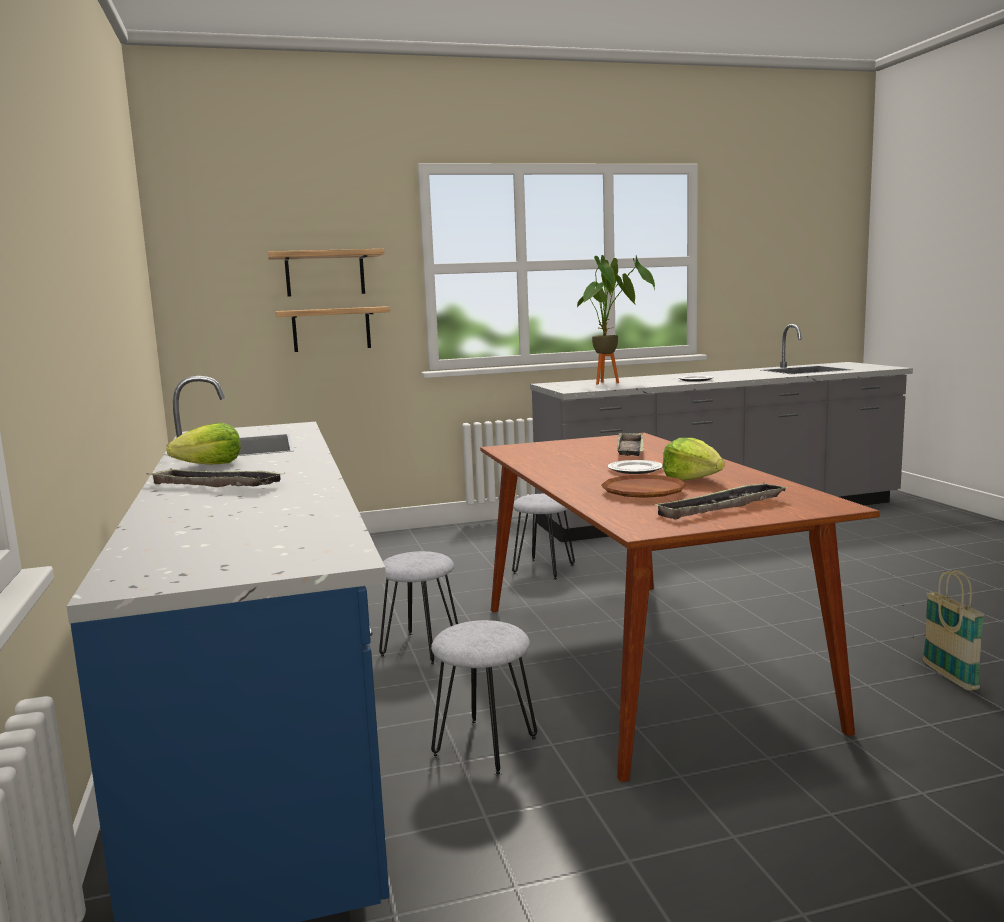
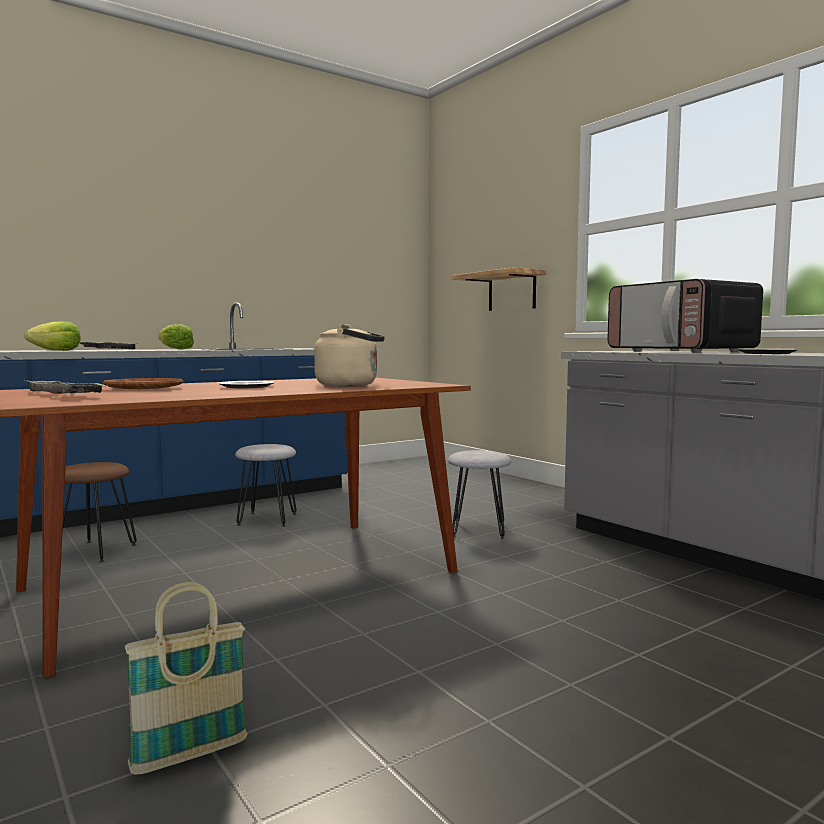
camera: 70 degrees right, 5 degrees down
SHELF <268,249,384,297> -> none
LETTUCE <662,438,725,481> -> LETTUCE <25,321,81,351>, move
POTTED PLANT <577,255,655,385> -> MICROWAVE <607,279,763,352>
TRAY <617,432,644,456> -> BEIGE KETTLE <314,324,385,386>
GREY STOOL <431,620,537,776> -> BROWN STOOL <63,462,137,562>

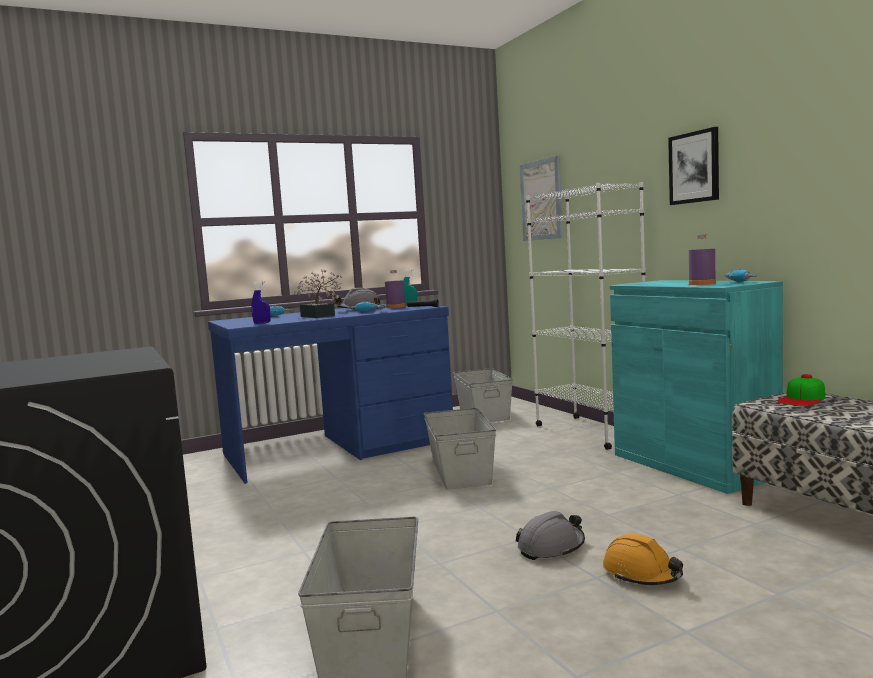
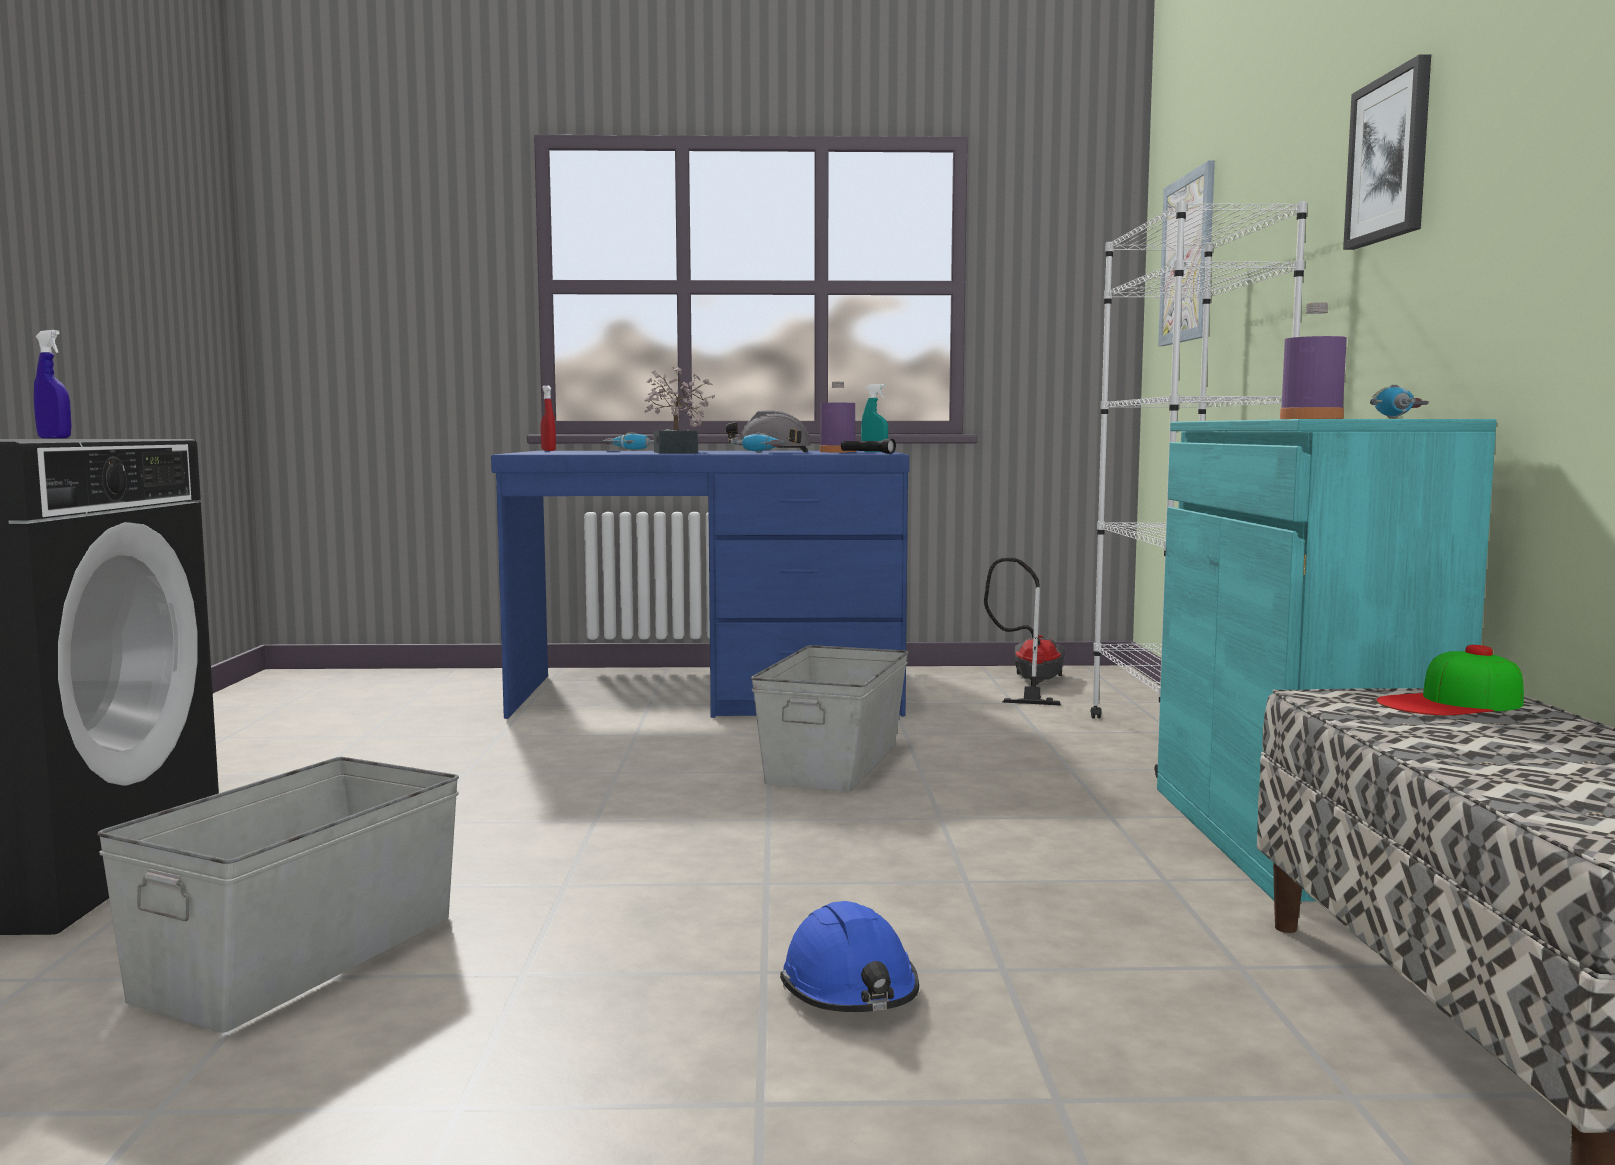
camera: 25 degrees right, 0 degrees up
GREY HARD HAT <516,511,585,560> -> none
none -> RED SPRAY BOTTLE <541,386,556,451>
BLUE SPRAY BOTTLE <251,281,271,324> -> BLUE SPRAY BOTTLE <34,330,72,439>, move
GREY STORAGE BOX <453,368,513,422> -> VACUUM CLEANER <984,557,1065,706>
ORANGE HARD HAT <603,534,683,585> -> BLUE HARD HAT <780,901,919,1012>

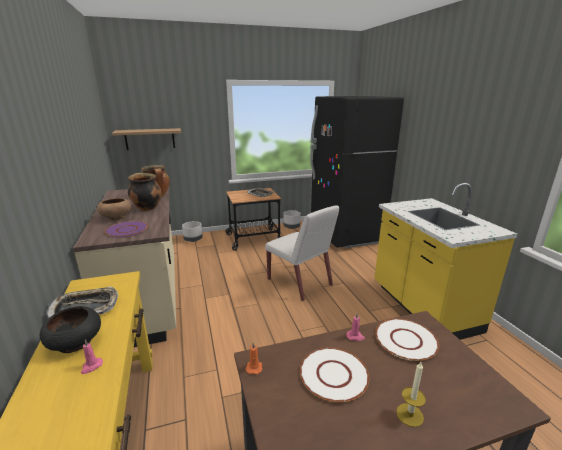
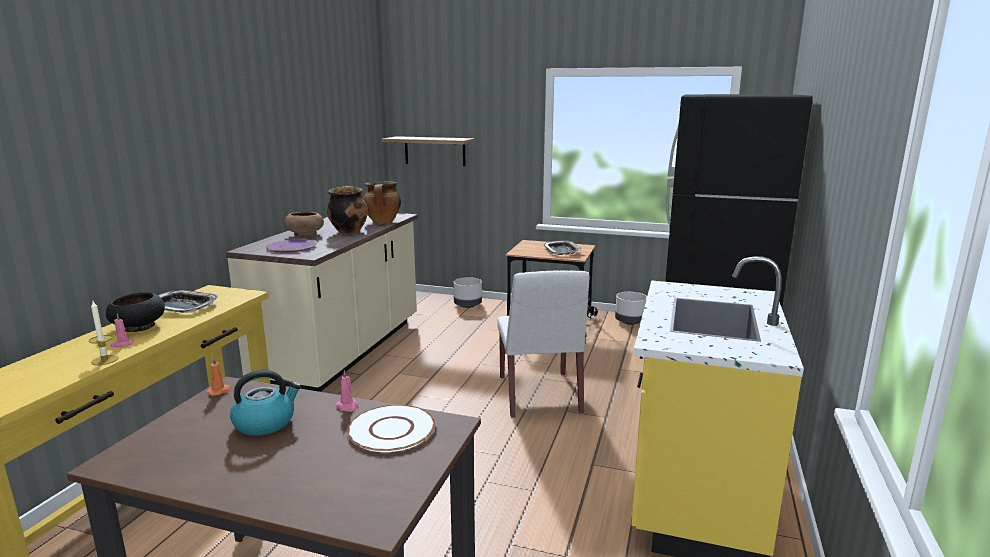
camera: 35 degrees right, 5 degrees down
CANDLE <396,362,426,427> -> CANDLE <89,301,119,365>, move
WHITE PLATE <300,348,369,402> -> KETTLE <230,370,301,436>

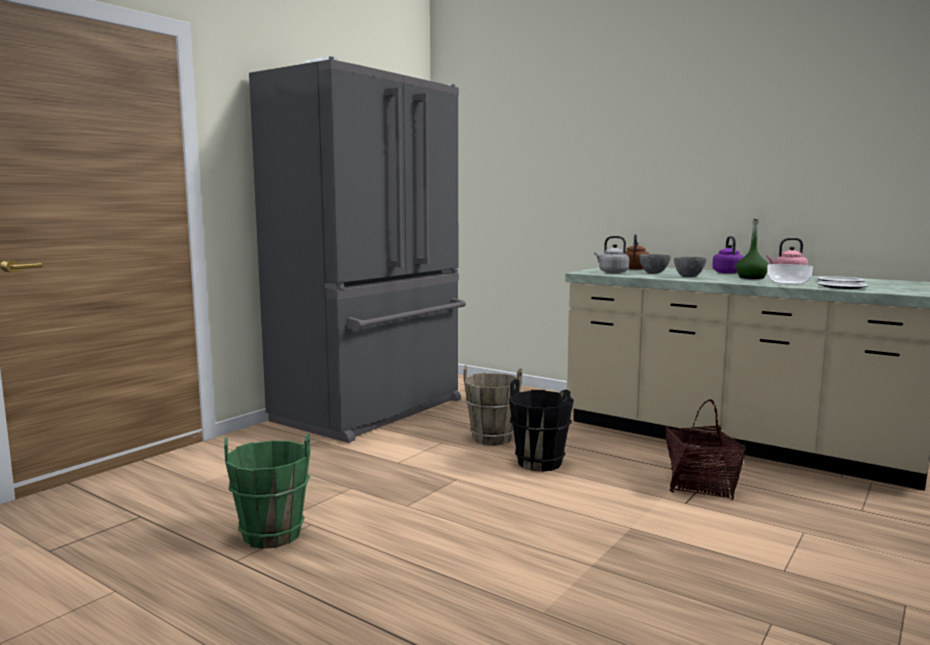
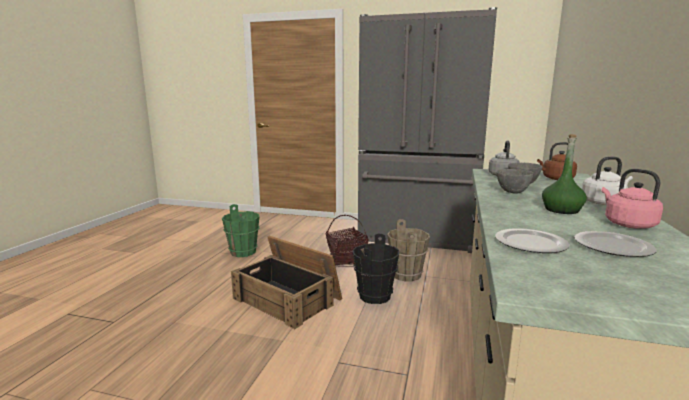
camera: 70 degrees right, 5 degrees up
BOWL <767,264,813,285> -> none
none -> CRATE <231,236,342,329>
BASKET <665,399,746,500> -> BASKET <326,215,369,267>, move
PURPLE KETTLE <712,236,744,274> -> WHITE KETTLE <582,157,633,205>

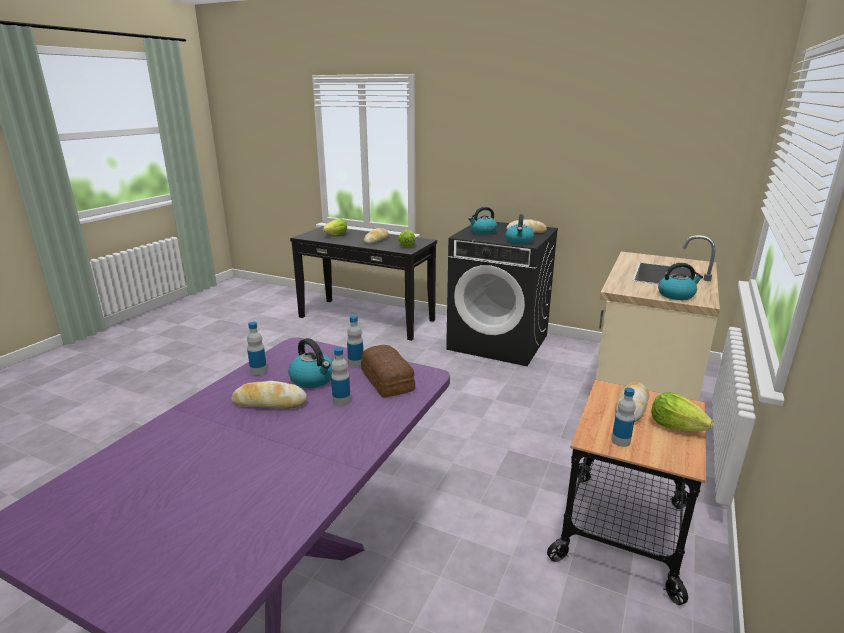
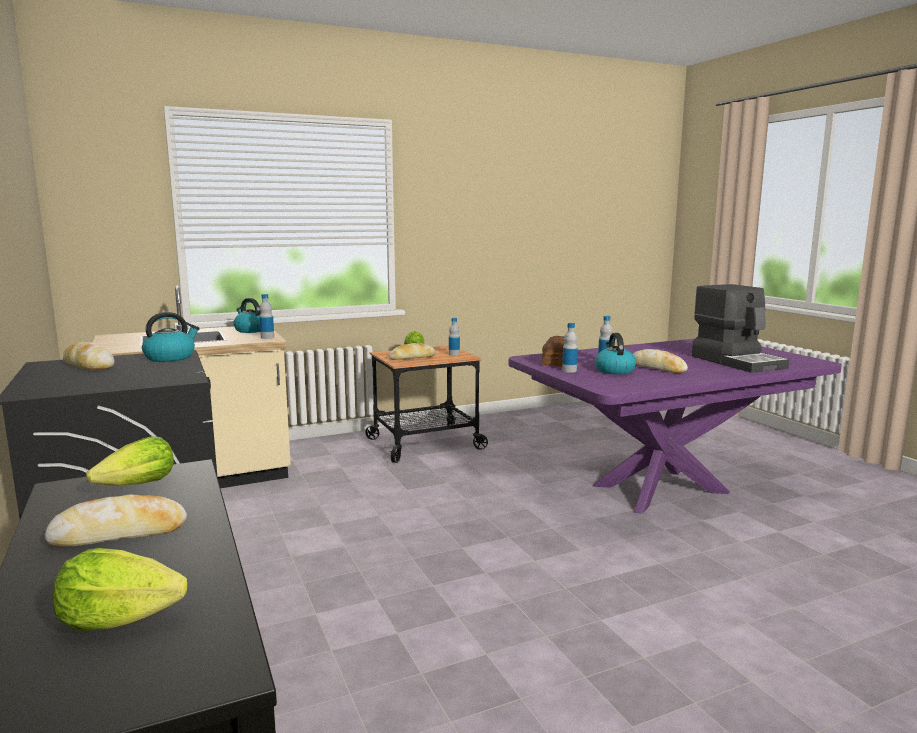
camera: 140 degrees left, 10 degrees down
KETTLE <468,207,497,235> -> none
none -> COFFEE MACHINE <692,284,789,373>
BOTTLE <247,321,267,376> -> BOTTLE <259,294,274,339>, move

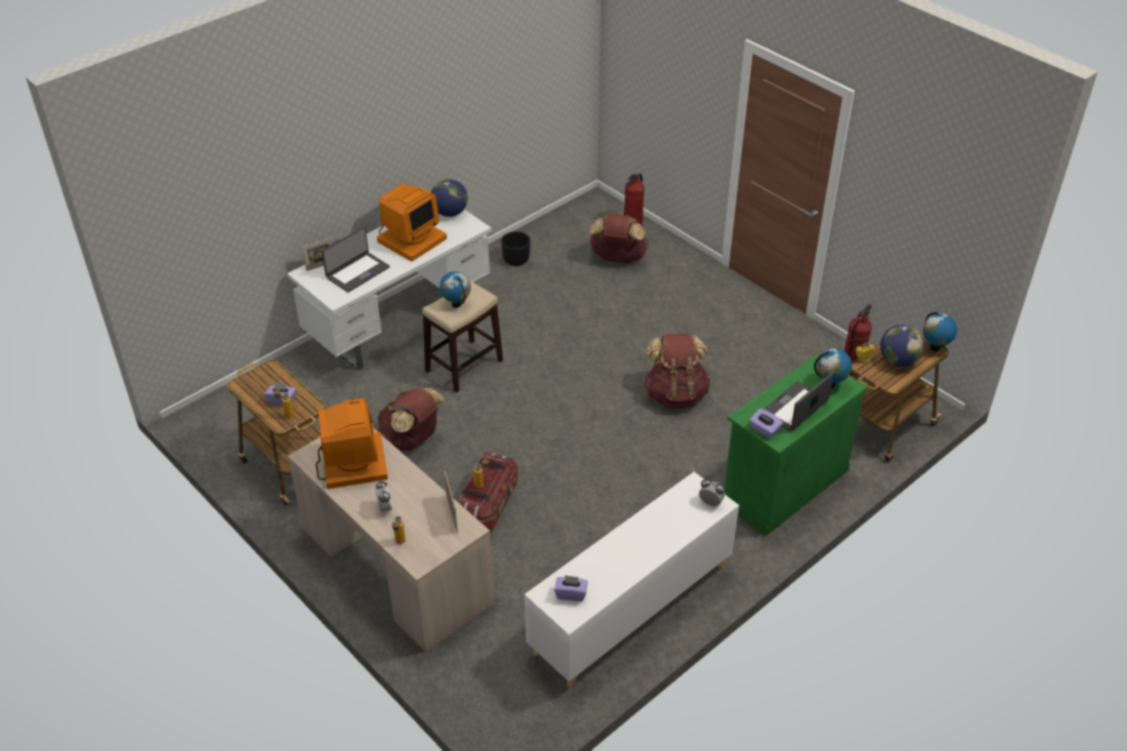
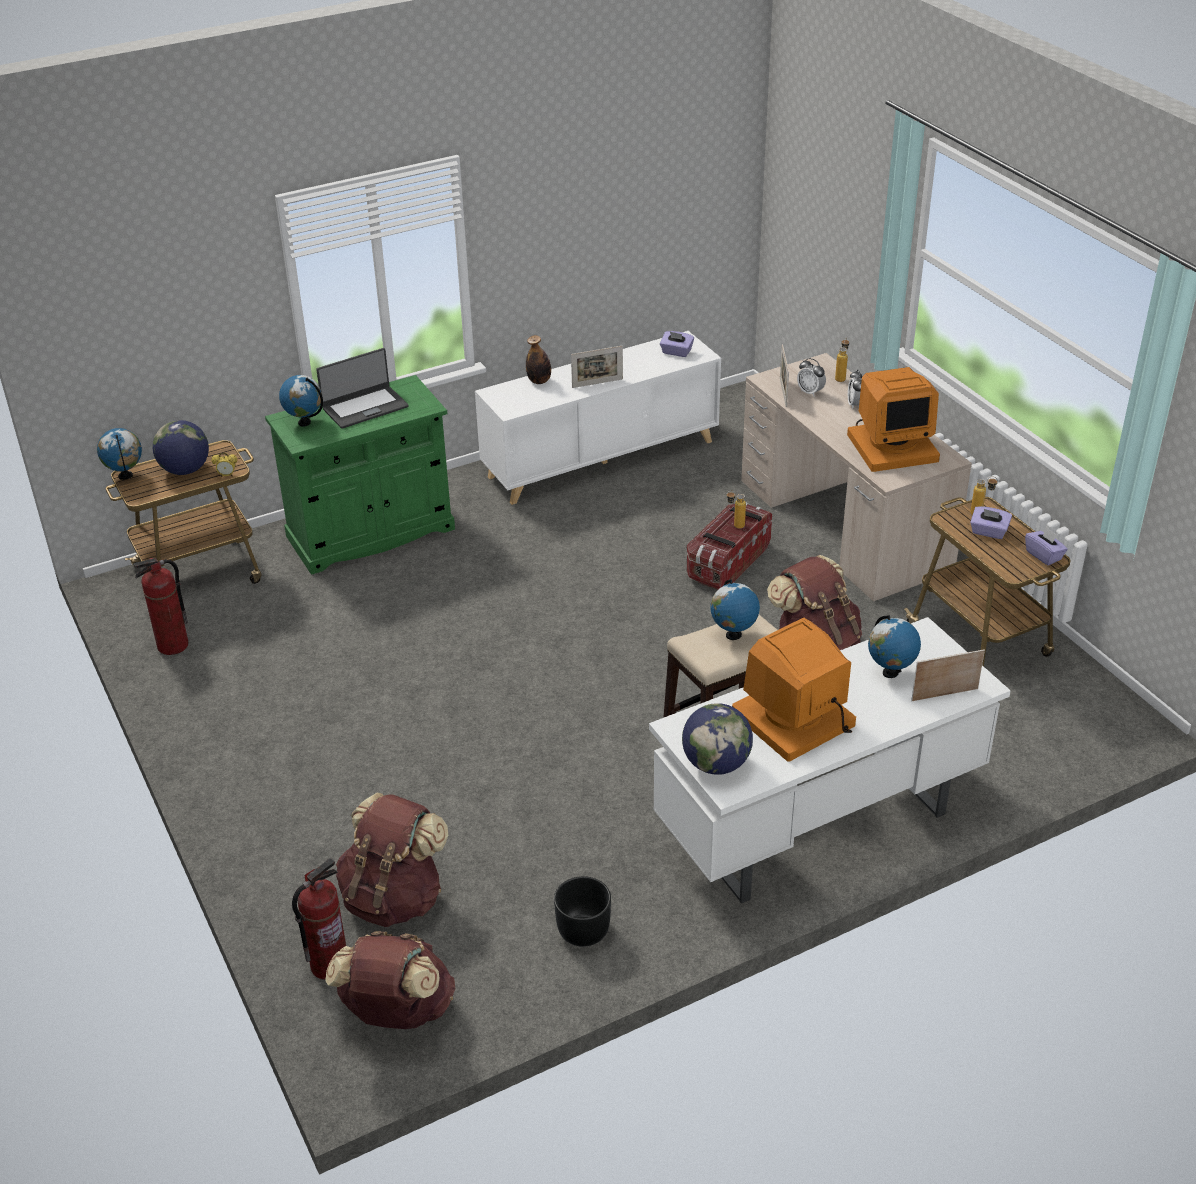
camera: 165 degrees left, 5 degrees down
none -> BOTTLE <526,335,551,384>
none -> PICTURE FRAME <571,346,623,388>
BROWN BACKPACK <644,334,711,409> -> BROWN BACKPACK <325,931,455,1029>, move
ALARM CLOCK <699,478,725,506> -> ALARM CLOCK <797,358,826,396>, move
PURPLE TISSUE BOX <750,408,783,439> -> PURPLE TISSUE BOX <1025,527,1068,566>, move
LAPTOP <322,226,390,292> -> GLOBE <868,615,921,678>
MONITOR <316,398,388,489> -> MONITOR <847,367,940,472>, 105 degrees counterclockwise

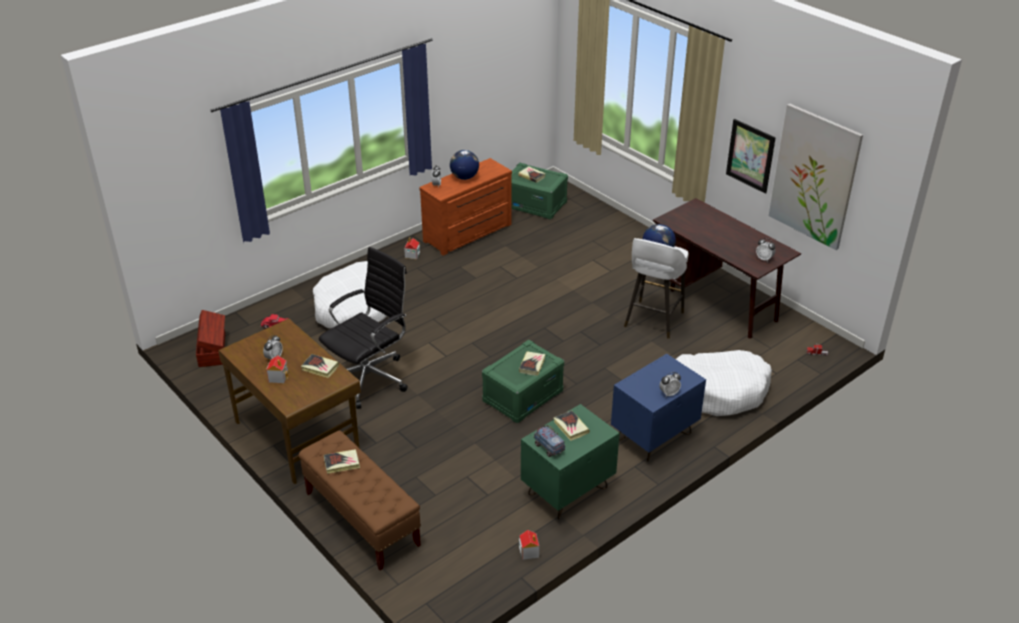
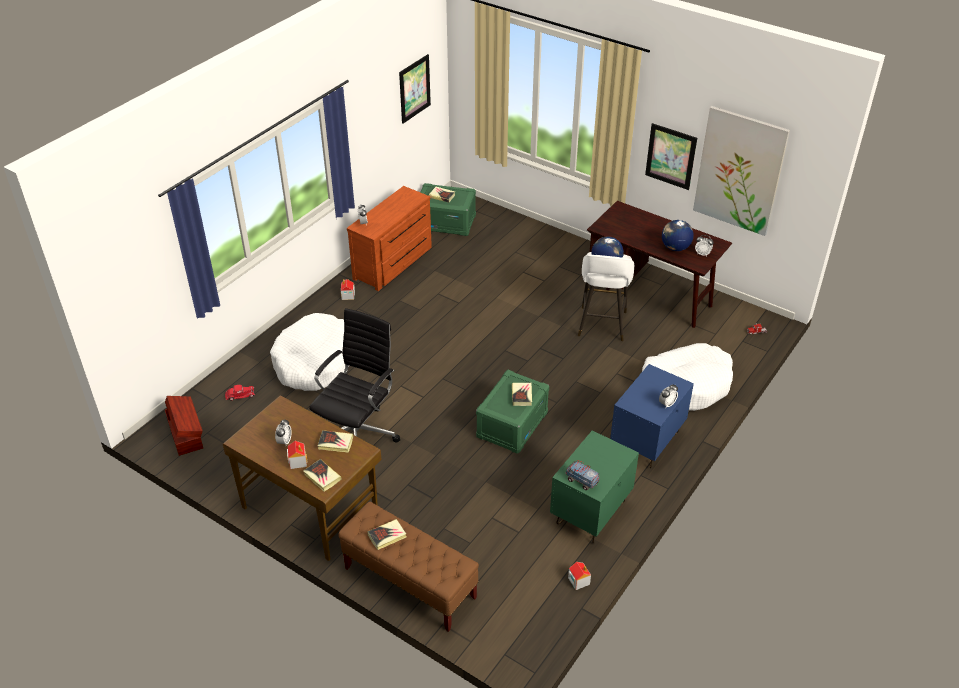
camera: 15 degrees left, 5 degrees up
none -> PICTURE <399,54,431,123>
GLOBE <450,150,479,180> -> GLOBE <662,220,694,251>, move
BOOK <554,410,590,441> -> BOOK <303,459,342,492>, move

